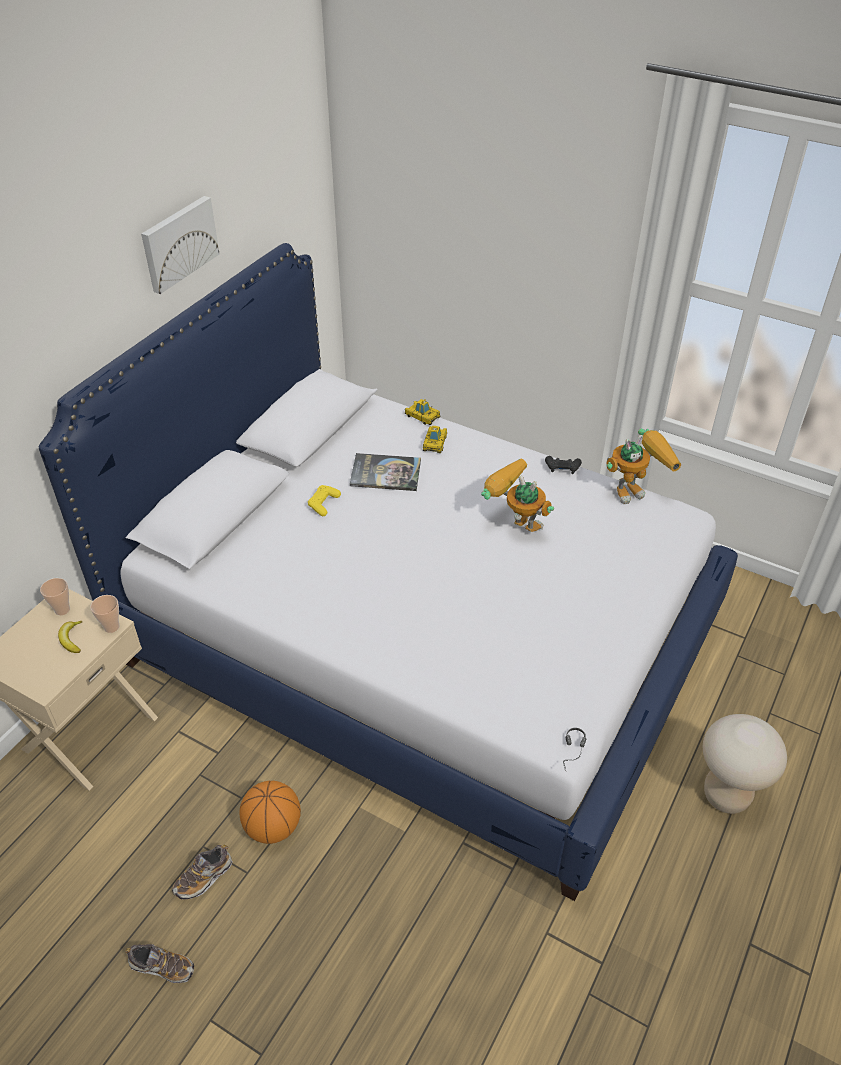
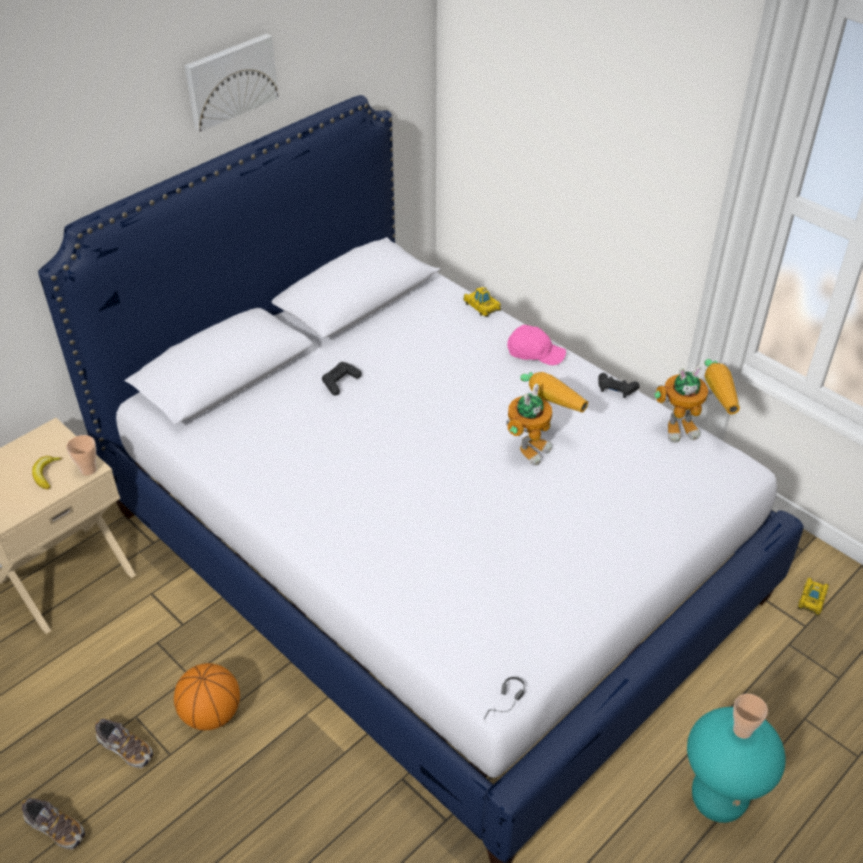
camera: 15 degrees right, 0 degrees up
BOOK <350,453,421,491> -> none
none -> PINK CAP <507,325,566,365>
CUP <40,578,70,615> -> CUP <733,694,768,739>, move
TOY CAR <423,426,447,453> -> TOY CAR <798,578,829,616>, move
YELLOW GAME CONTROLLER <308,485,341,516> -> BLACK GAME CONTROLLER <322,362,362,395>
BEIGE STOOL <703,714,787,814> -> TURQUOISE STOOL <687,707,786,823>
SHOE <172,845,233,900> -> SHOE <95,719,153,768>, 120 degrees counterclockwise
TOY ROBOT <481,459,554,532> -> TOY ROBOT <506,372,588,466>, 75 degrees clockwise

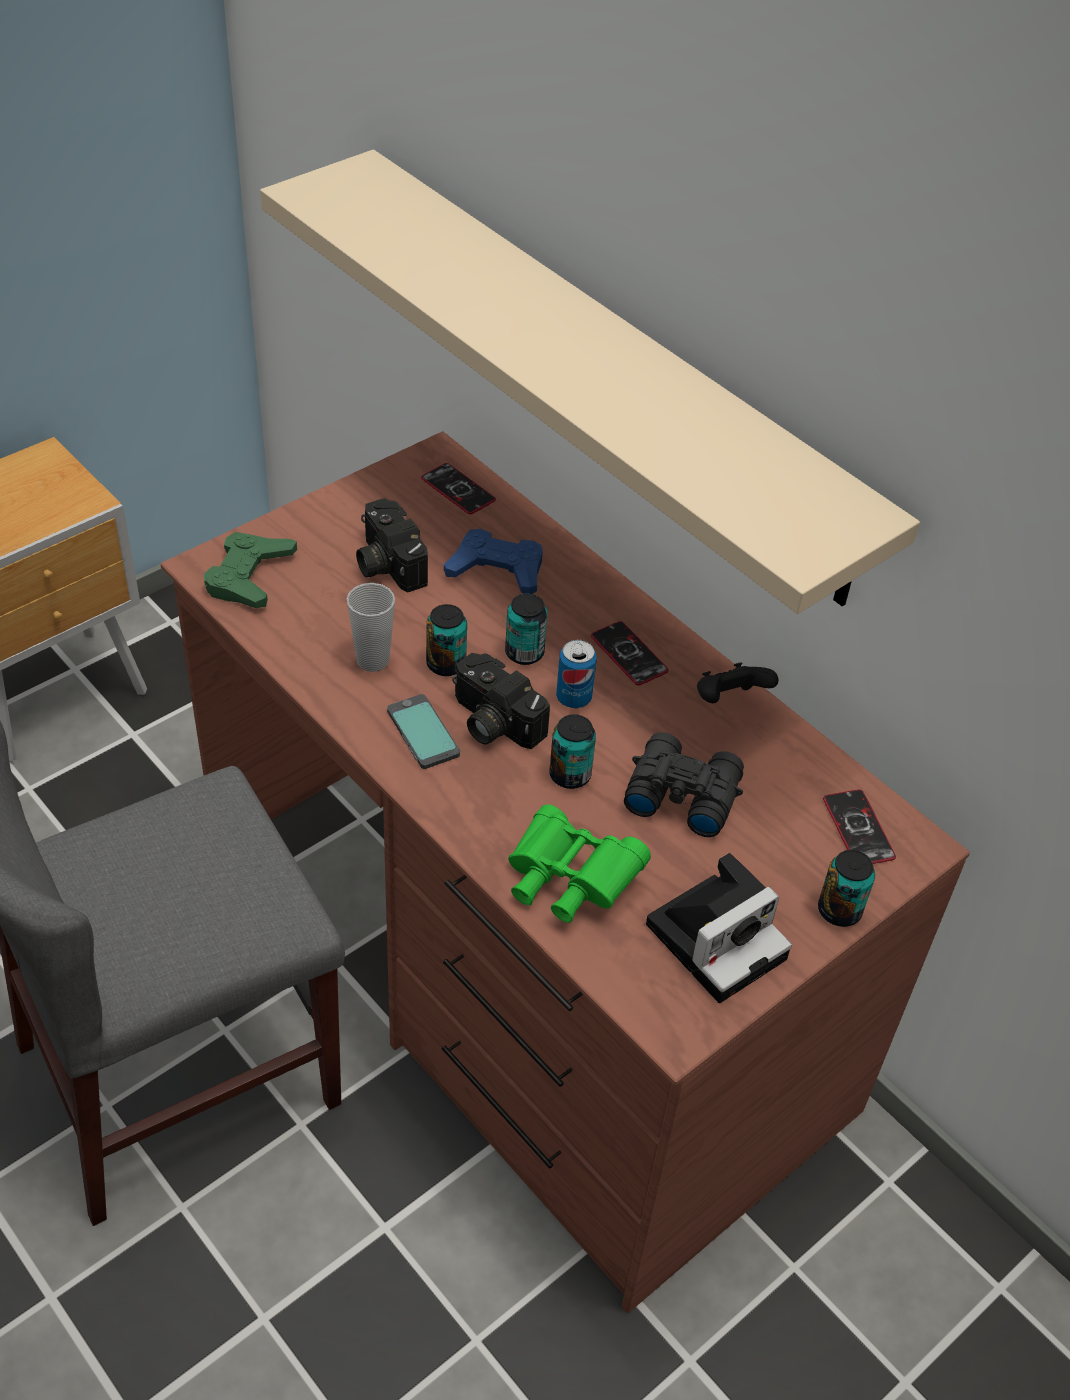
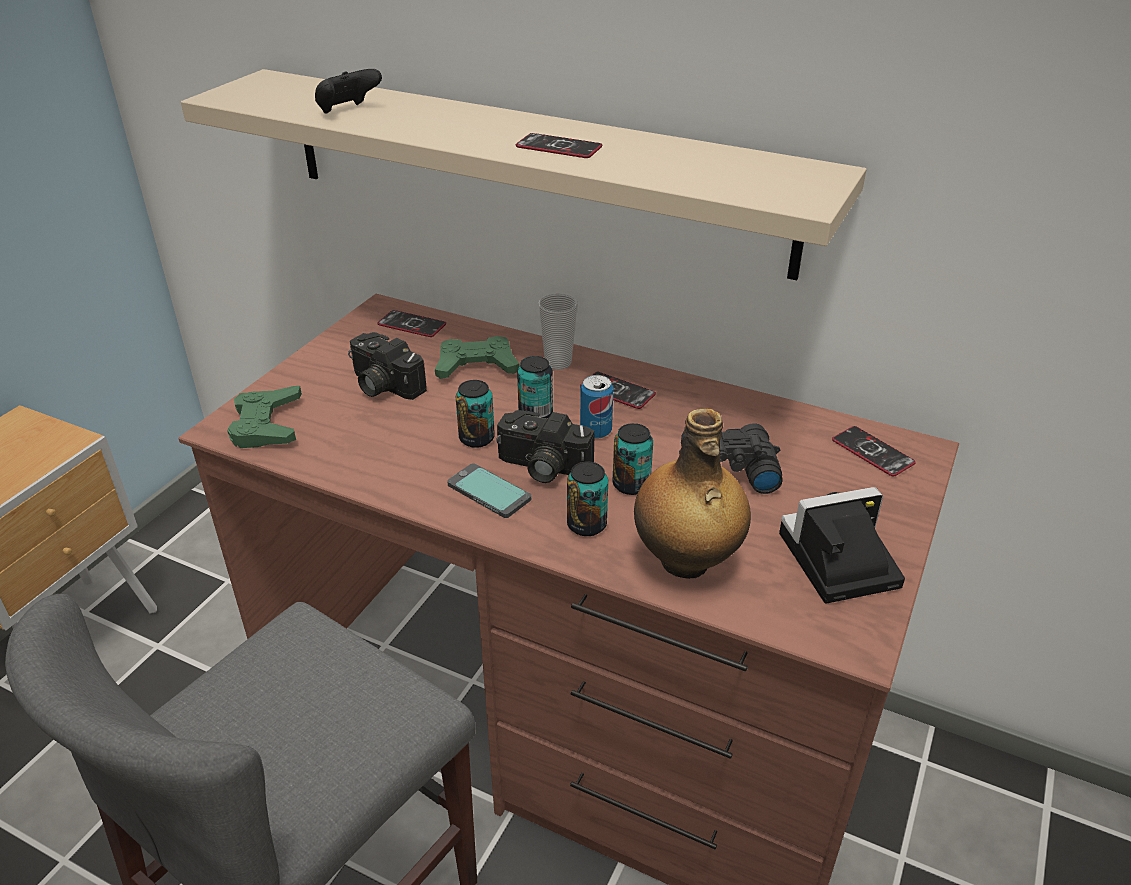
camera: 20 degrees left, 10 degrees down
none -> PHONE <516,133,602,158>
CUP <347,583,395,672> -> CUP <539,294,577,370>, move
BLACK GAME CONTROLLER <697,662,779,703> -> BLACK GAME CONTROLLER <315,69,382,114>, move
CAN <818,850,875,927> -> CAN <567,461,608,536>, move
GREEN BINOCULARS <508,804,651,923> -> BOTTLE <634,409,751,579>
BLUE GAME CONTROLLER <444,529,543,594> -> GREEN GAME CONTROLLER <435,336,519,379>
PHOTO CAMERA <646,853,792,1003> -> PHOTO CAMERA <779,487,905,604>, 135 degrees counterclockwise

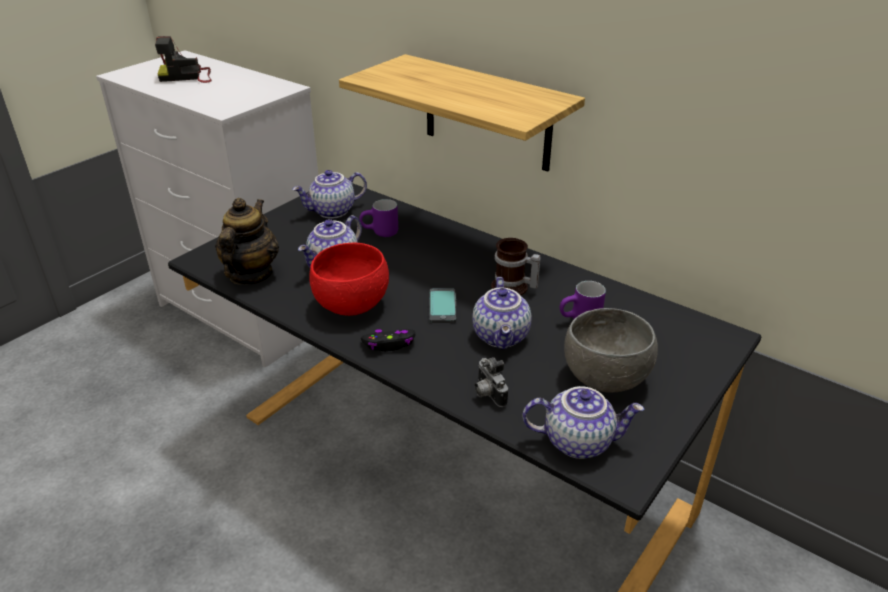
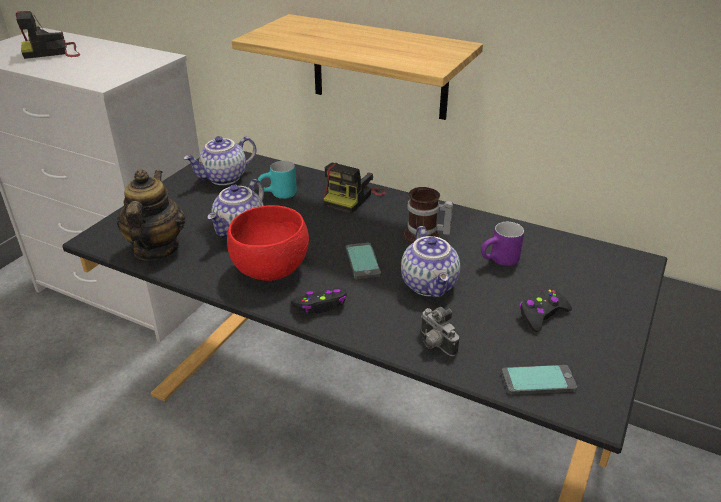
camera: 10 degrees left, 0 degrees up
none -> PHOTO CAMERA <323,163,386,214>
TEAPOT <523,386,644,459> -> PHONE <501,365,577,395>
GREY BOWL <564,308,658,392> -> BLACK GAME CONTROLLER <519,287,572,332>
PURPLE MUG <359,199,398,237> -> TURQUOISE MUG <258,161,297,199>

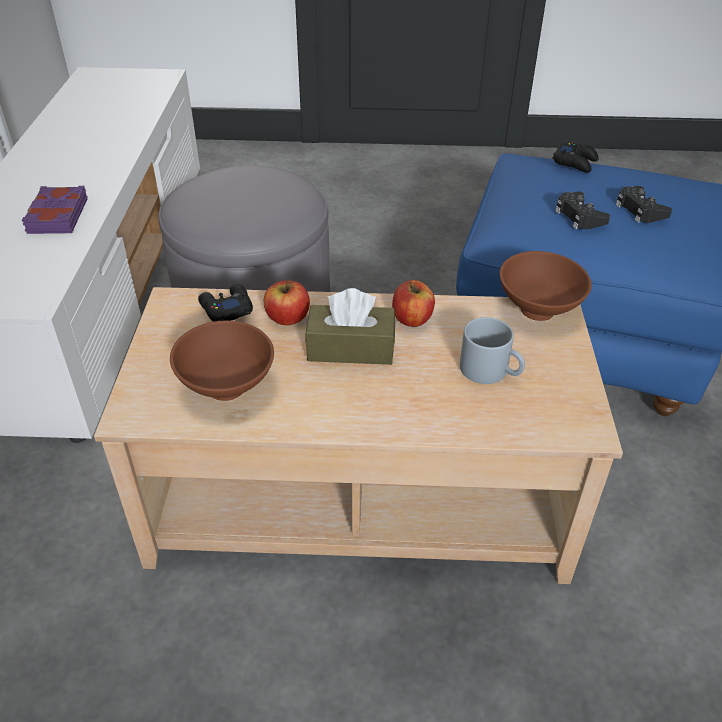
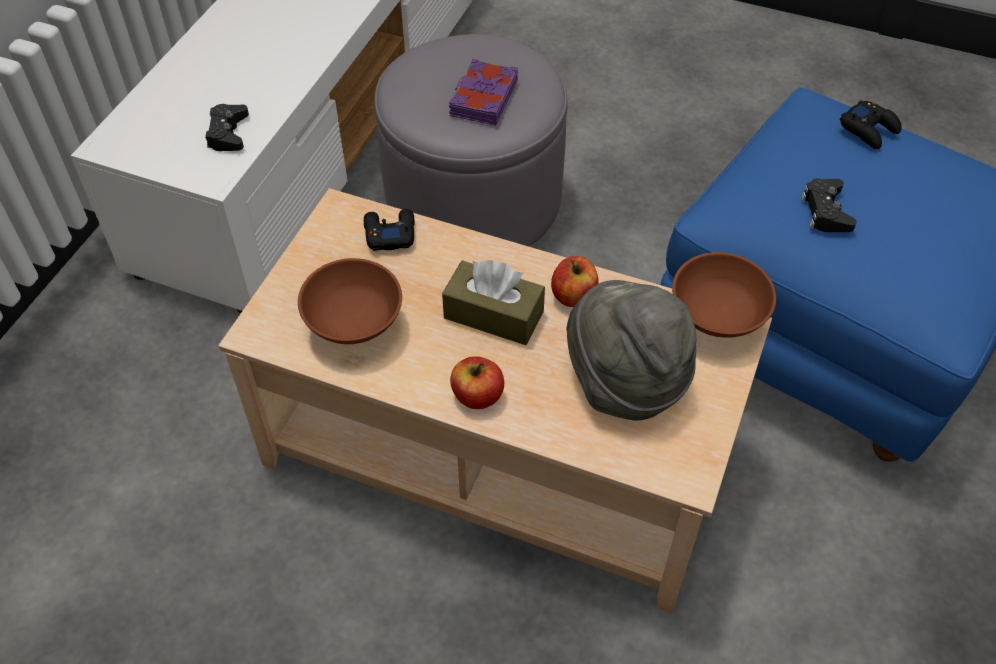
camera: 20 degrees right, 10 degrees up
PURPLE BOOK <22,186,87,234> -> PURPLE BOOK <449,59,518,126>, move
APPLE <264,280,310,326> -> APPLE <450,356,504,409>, move
BLACK GAME CONTROLLER <616,186,672,223> -> BLACK GAME CONTROLLER <205,104,249,151>, move
GREY MUG <460,317,525,384> -> GREY HAT <566,280,696,421>

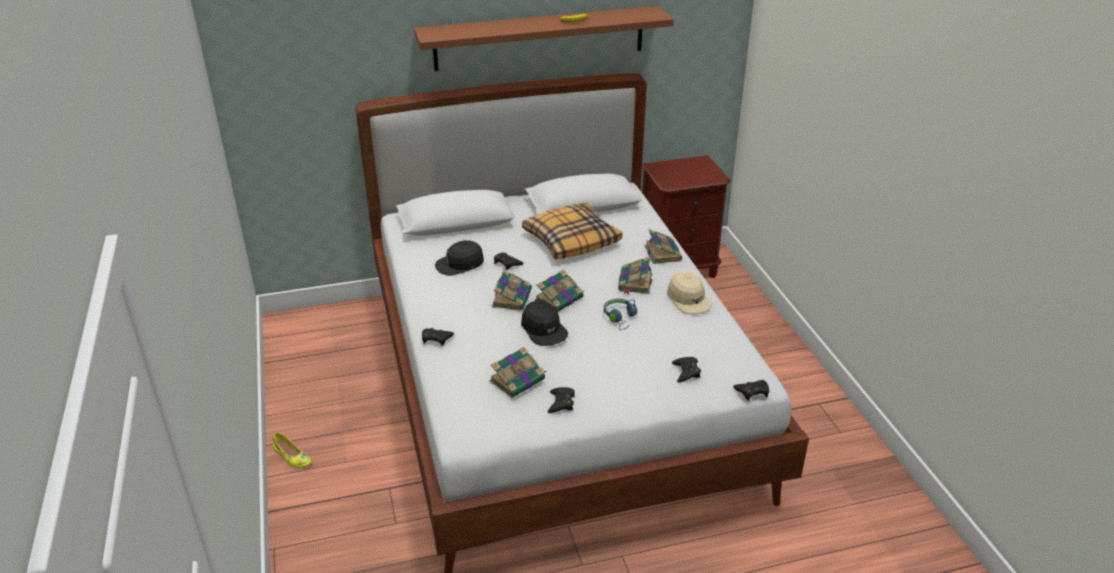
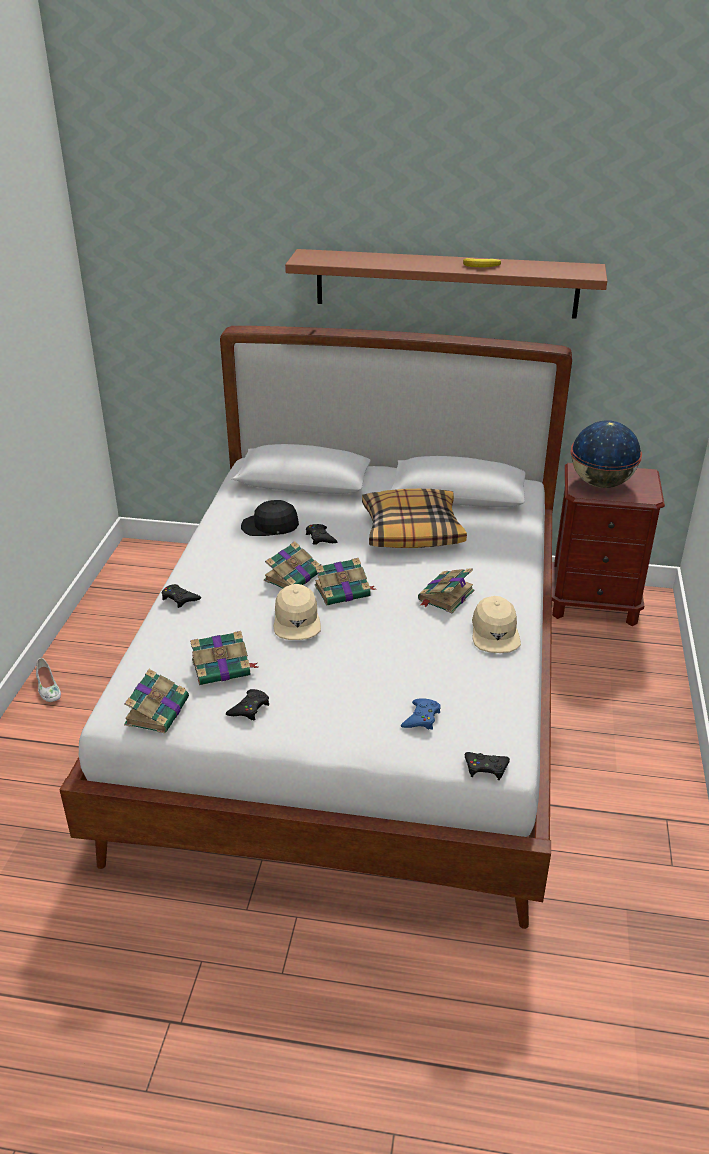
camera: 25 degrees right, 0 degrees up
BLUE HEADPHONES <604,299,637,330> -> none
none -> GLOBE <570,421,642,488>
BOOK <645,229,682,264> -> BOOK <124,669,189,733>, move
YELLOW SHOE <273,432,311,468> -> WHITE SHOE <36,658,61,702>
BLACK CAP <521,300,568,346> -> BEIGE CAP <274,584,321,640>
BLACK GAME CONTROLLER <672,357,701,382> -> BLUE GAME CONTROLLER <401,698,441,730>

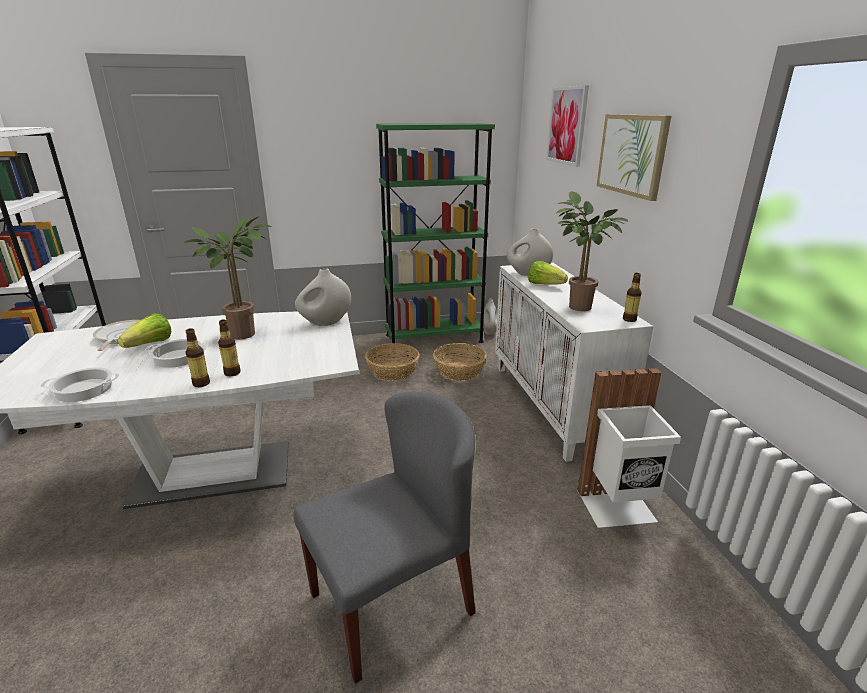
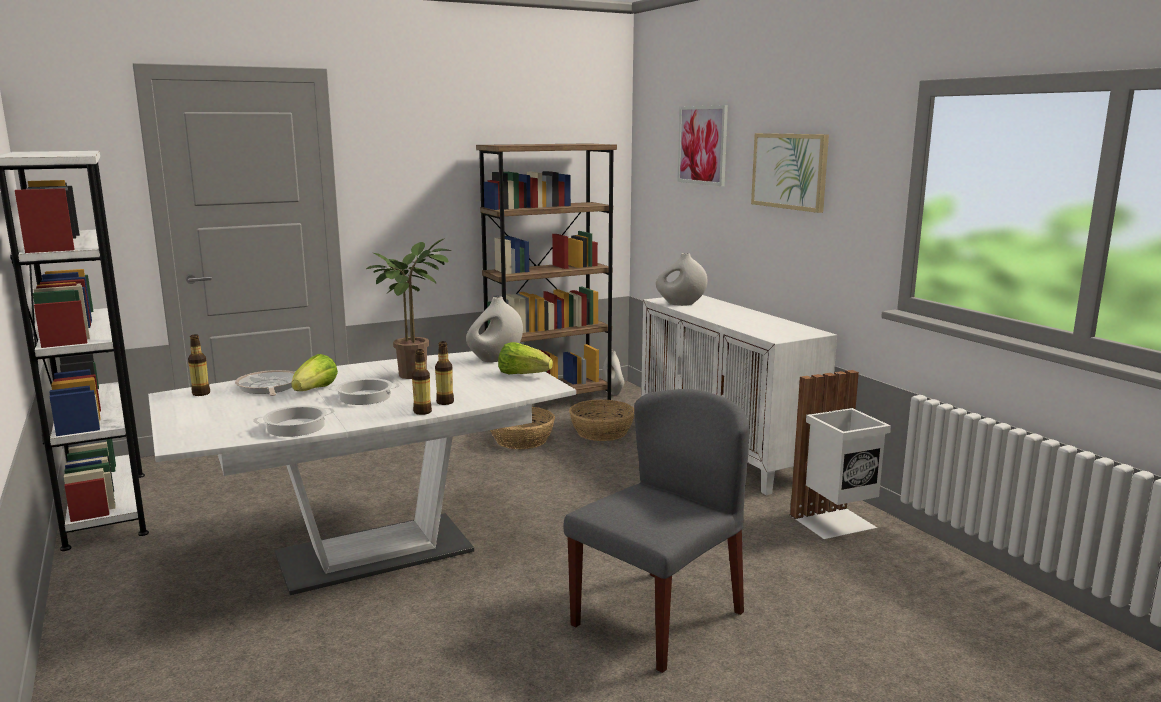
camera: 15 degrees left, 10 degrees down
POTTED PLANT <556,191,628,311> -> none
LETTUCE <528,261,568,285> -> LETTUCE <498,342,553,374>, move
BOTTLE <623,273,641,322> -> BOTTLE <188,334,210,396>, move
GREEN BOOKCASE <376,123,495,346> -> BROWN BOOKCASE <476,143,617,403>

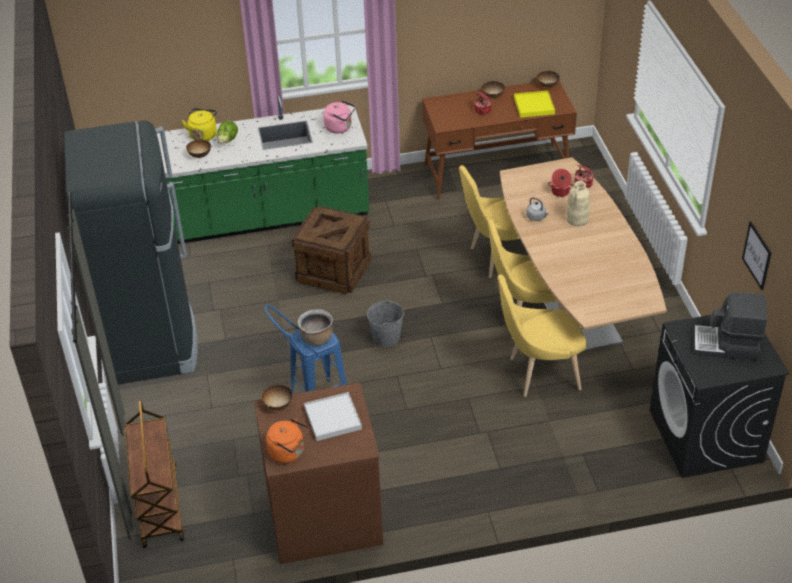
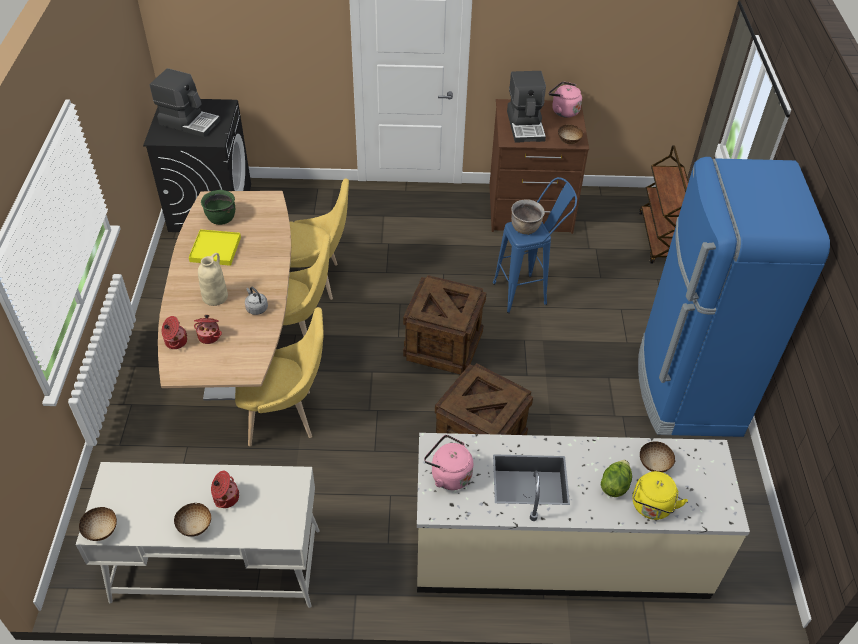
camera: 170 degrees left, 5 degrees up
PICTURE <742,221,771,290> -> none
none -> GREEN COOKING POT <201,190,235,225>
YELLOW TRAY <514,91,555,118> -> YELLOW TRAY <189,229,241,266>, move
WHITE TRAY <304,392,362,441> -> COFFEE MACHINE <507,71,546,143>
GREY BUCKET <367,299,404,347> -> CRATE <403,275,486,375>
BLACK FRIDGE <64,120,198,385> -> BLUE FRIDGE <638,157,830,437>
GREEN COUNTER <157,95,370,244> -> BEIGE COUNTER <417,433,750,599>
ORANGE KETTLE <266,418,309,463> -> PINK KETTLE <549,81,582,118>
BROWN DESK <422,81,577,200> -> WHITE DESK <76,462,320,608>

